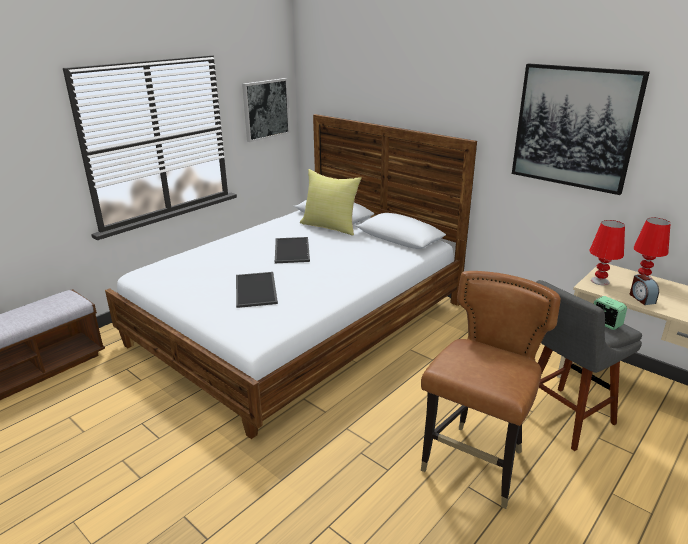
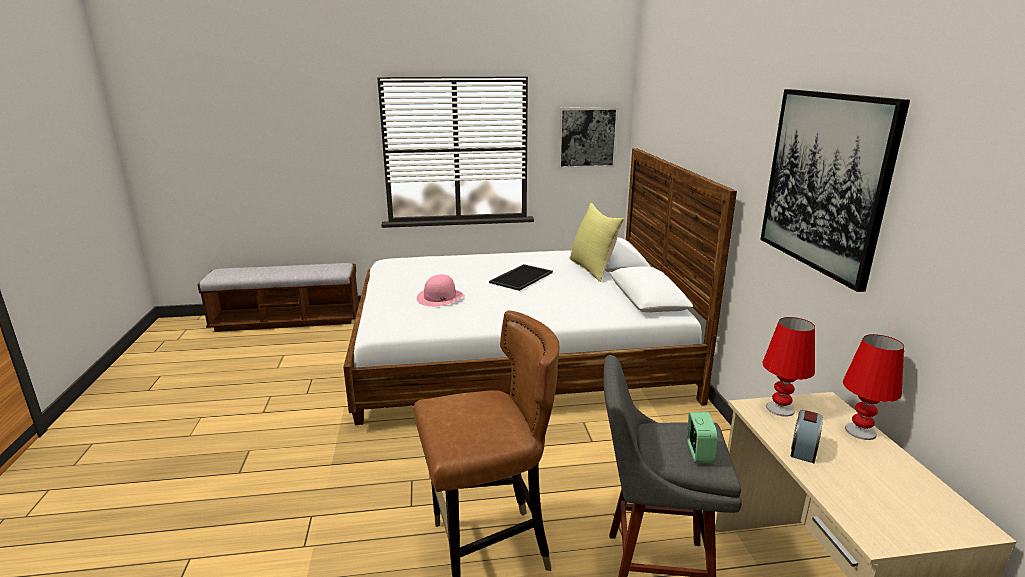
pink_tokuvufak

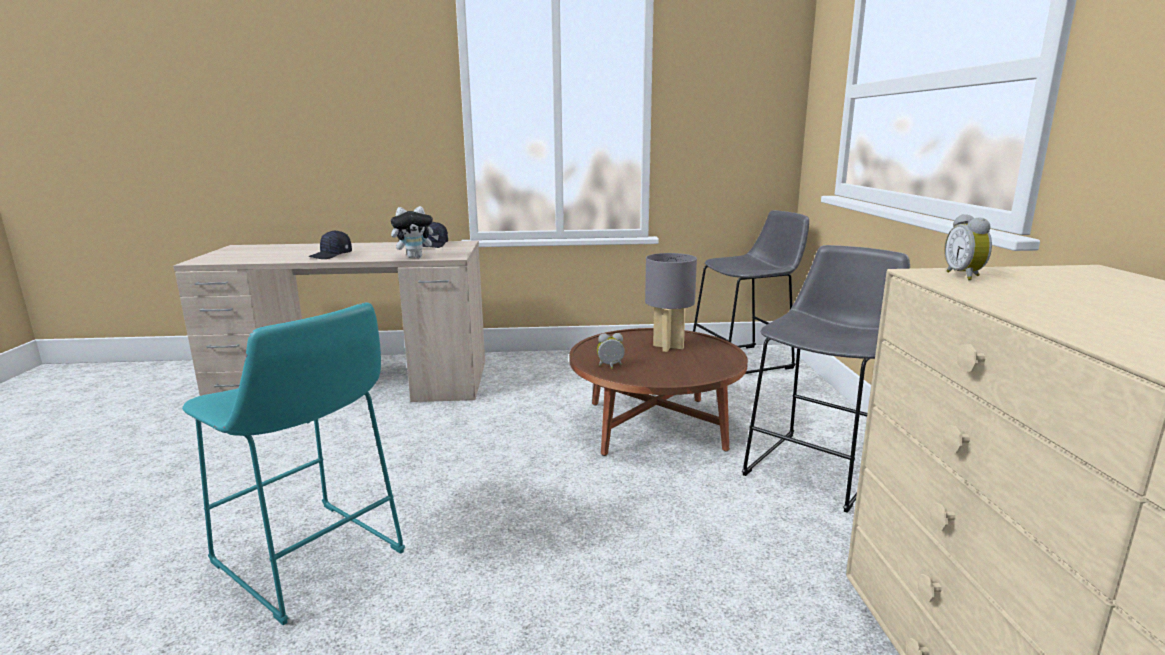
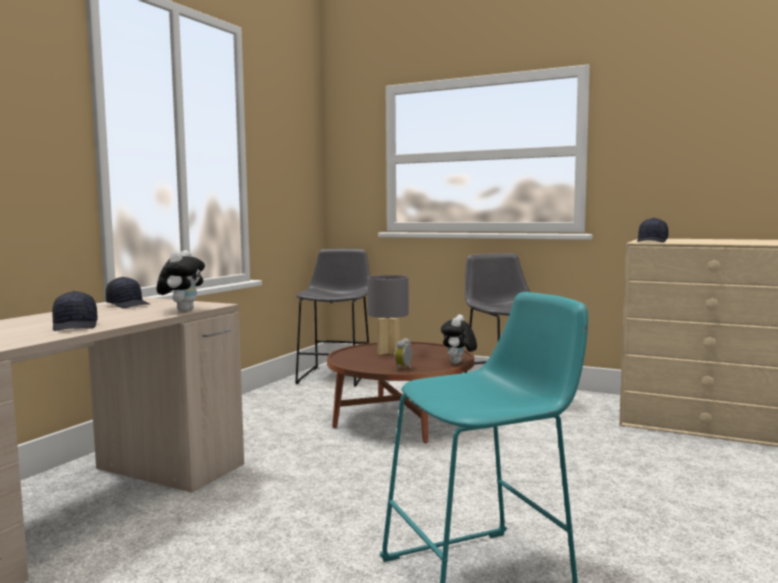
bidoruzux (2nd from left)
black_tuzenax (3rd from left)

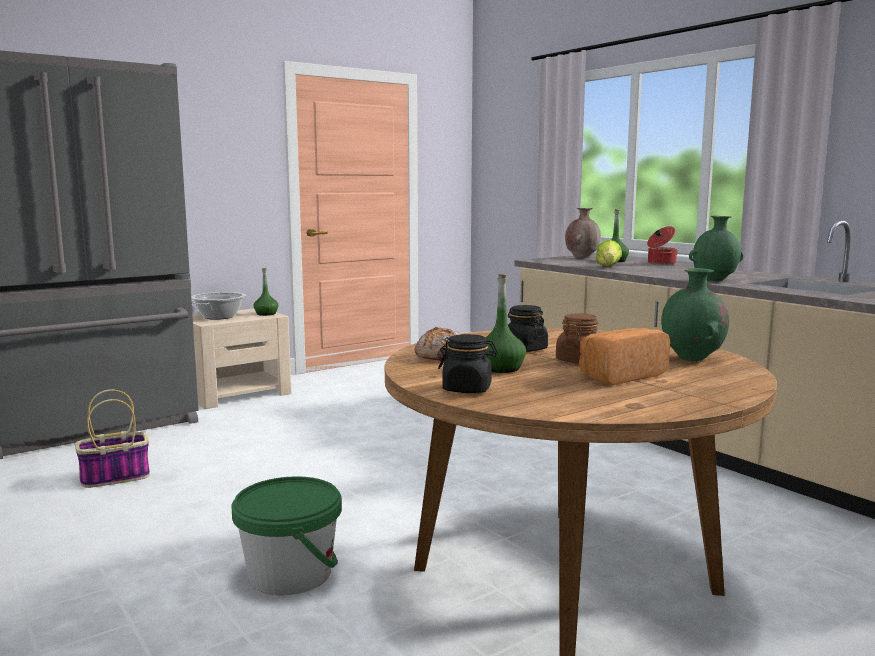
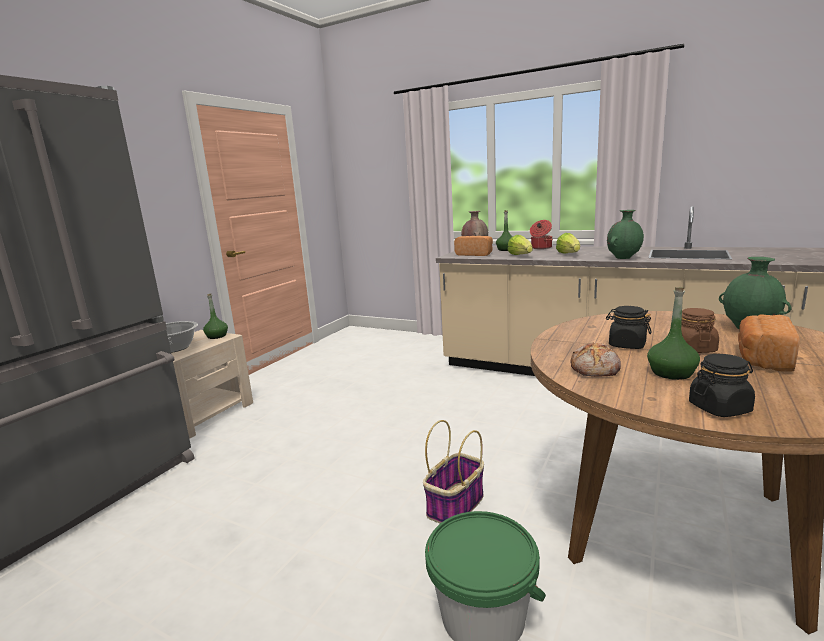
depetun (1st from left)
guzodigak (2nd from left)
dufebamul

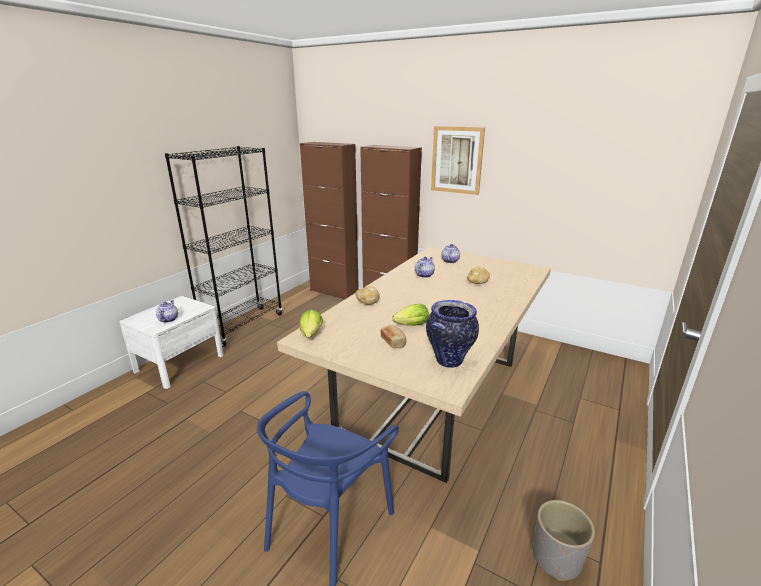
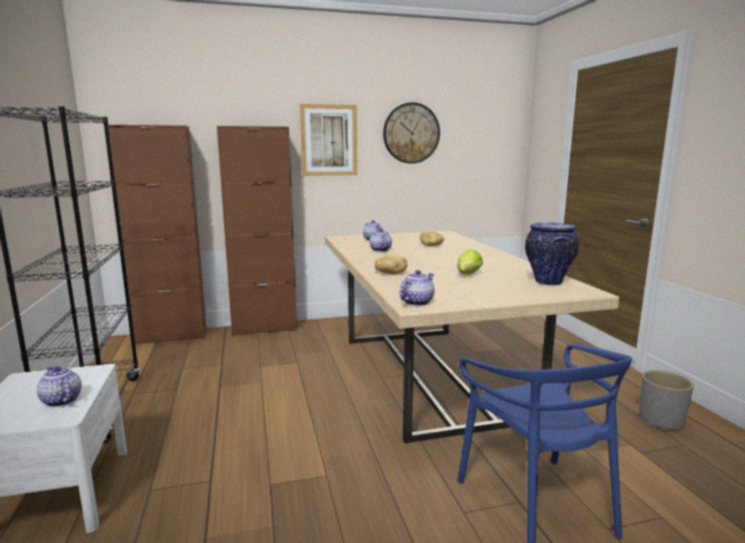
depetun (2nd from left in the first image)
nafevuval
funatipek (4th from left)

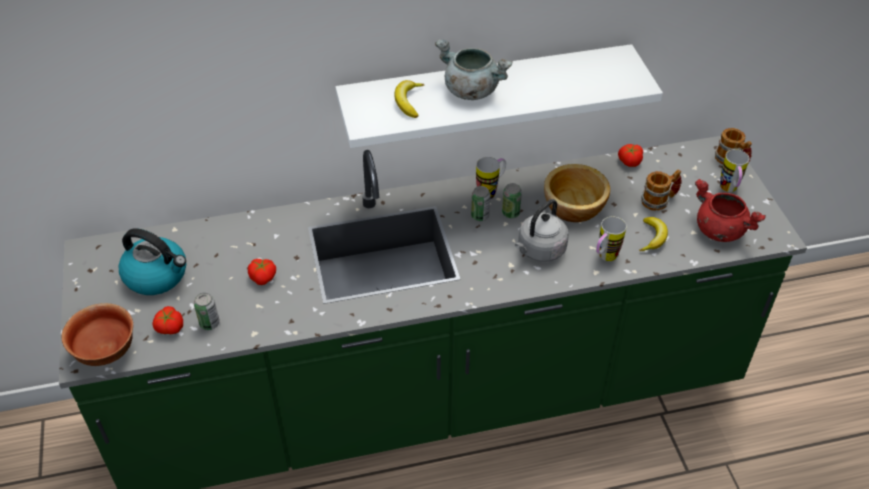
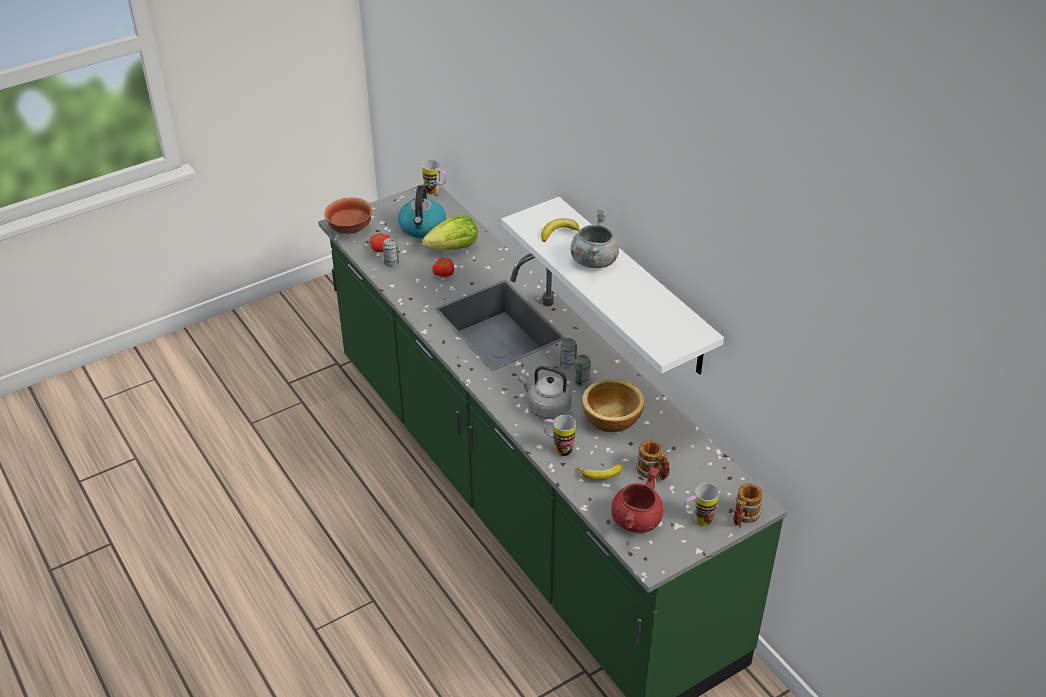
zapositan (3rd from left in the first image)
guzodigak
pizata (1st from left)

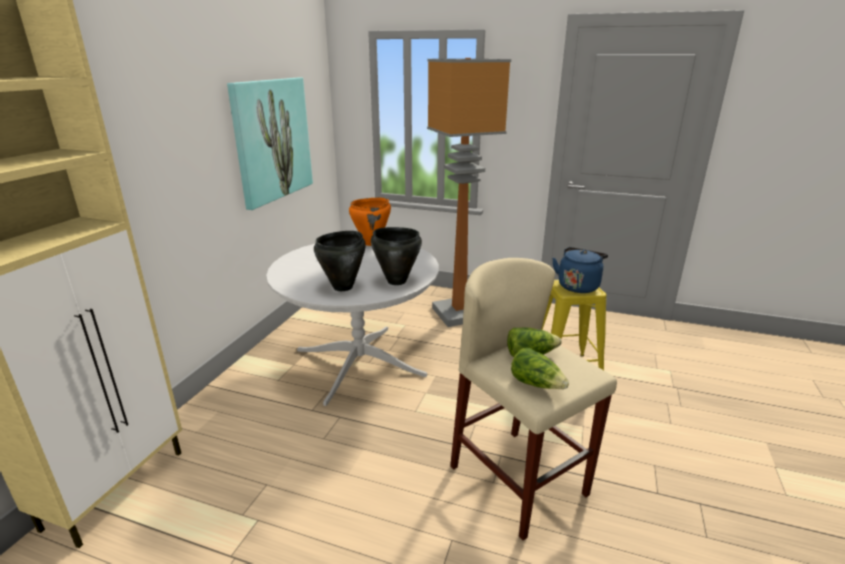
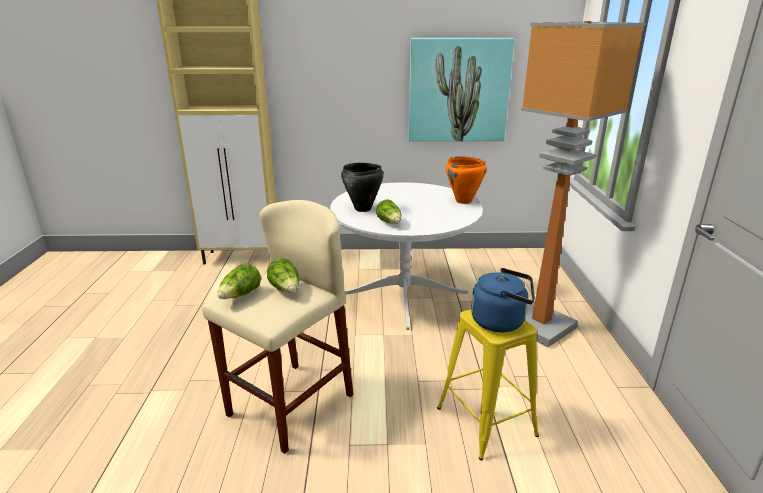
guzodigak (3rd from left)

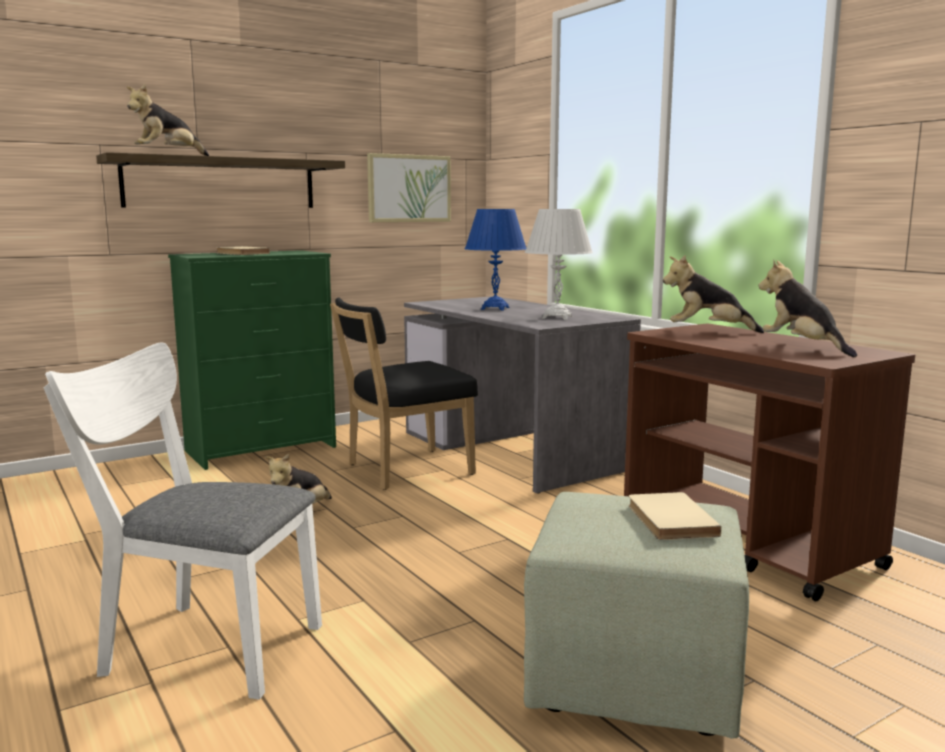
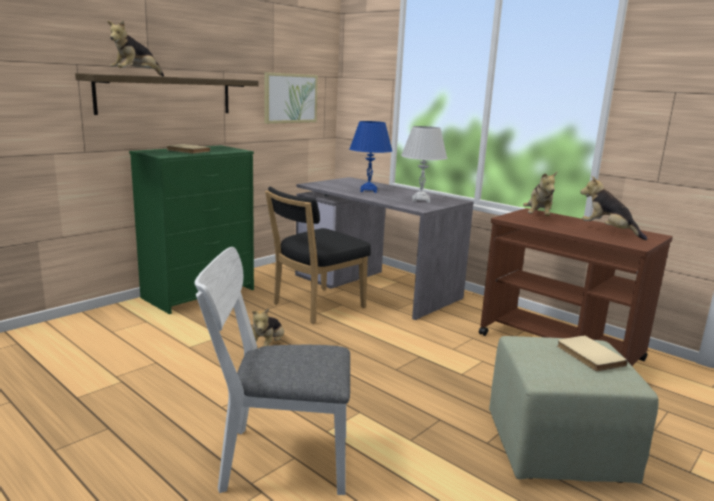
bidoruzux (3rd from left)

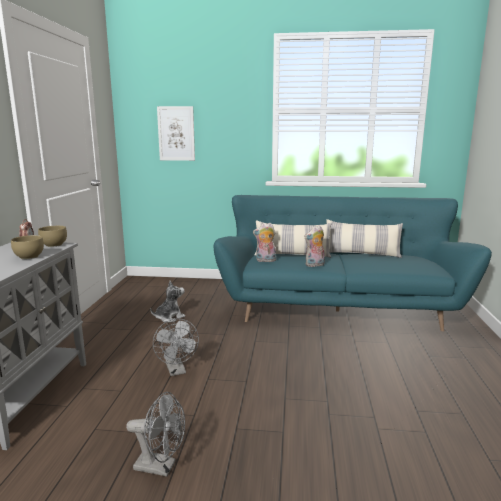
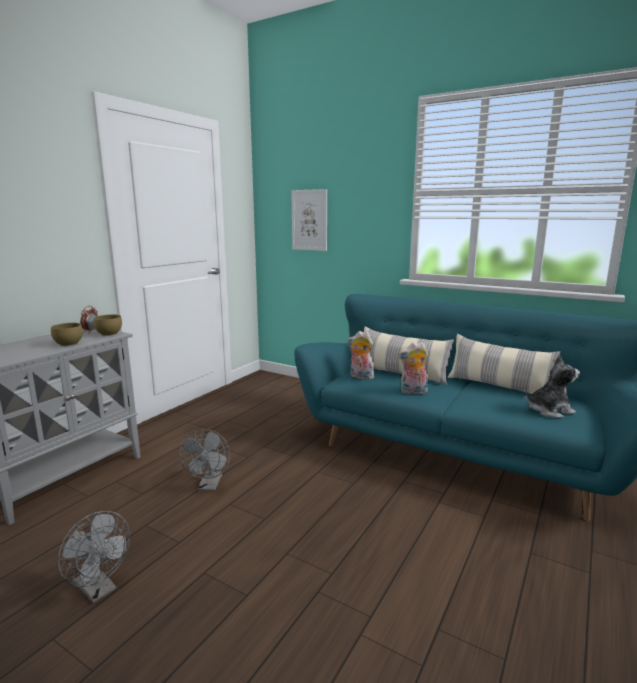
bidoruzux (3rd from left)

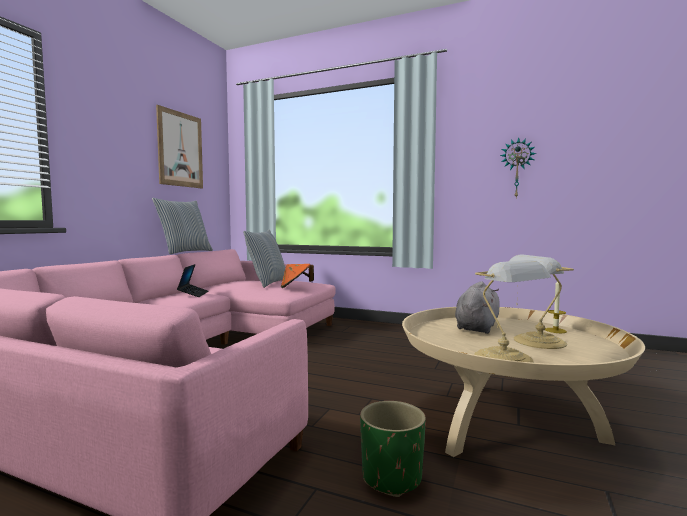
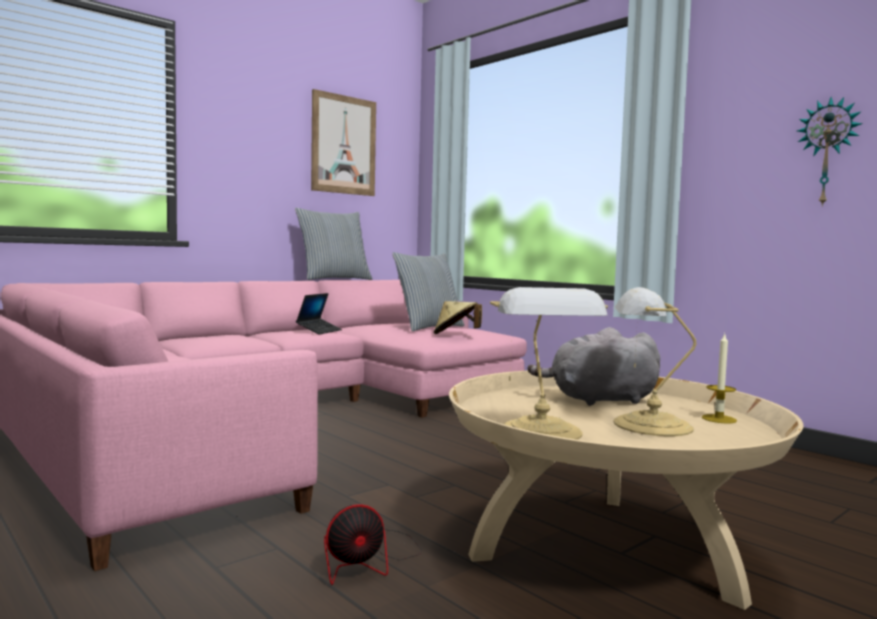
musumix
beige_tokuvufak
grey_bidoruzux

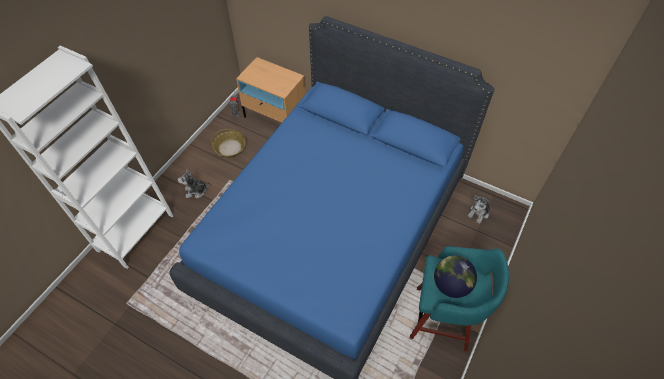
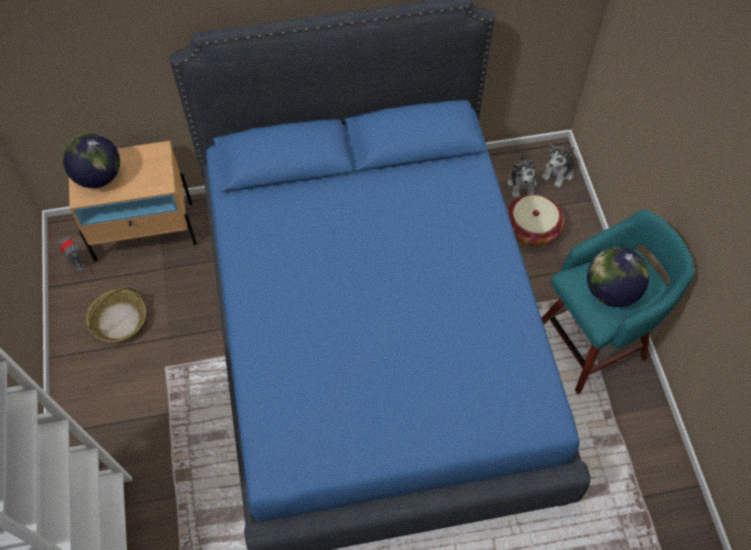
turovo (1st from left)
dufebamul (2nd from left)
bidoruzux (2nd from left)

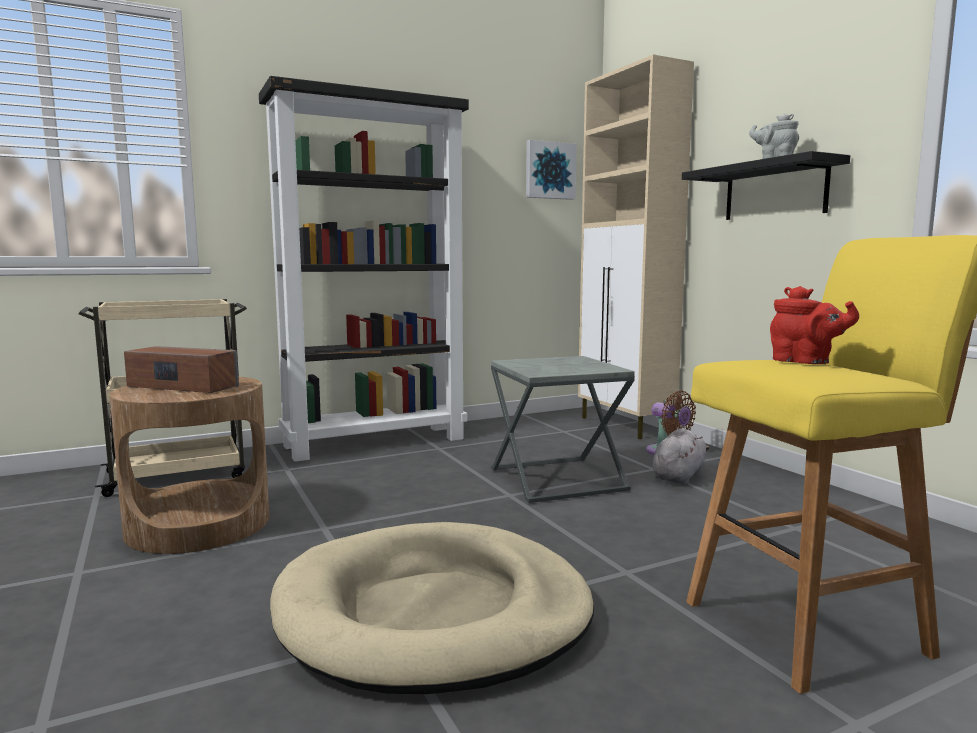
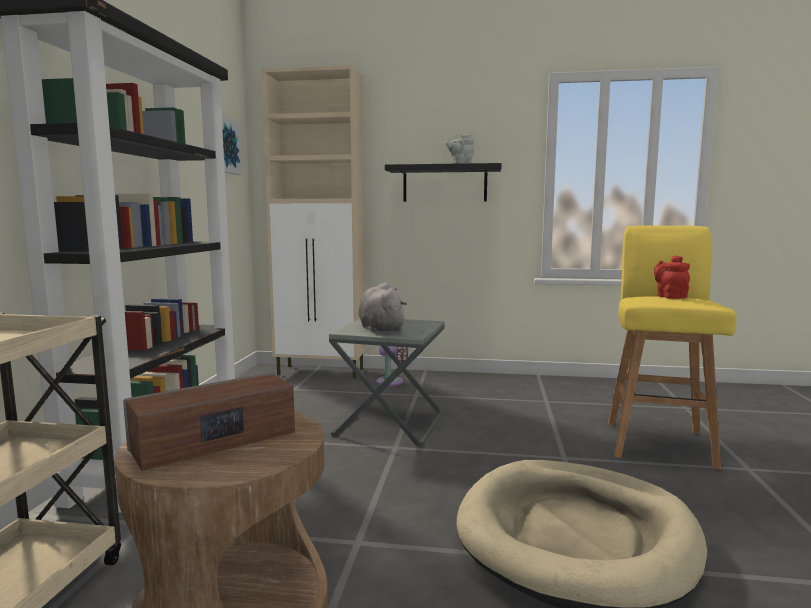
grey_bidoruzux
red_funatipek

